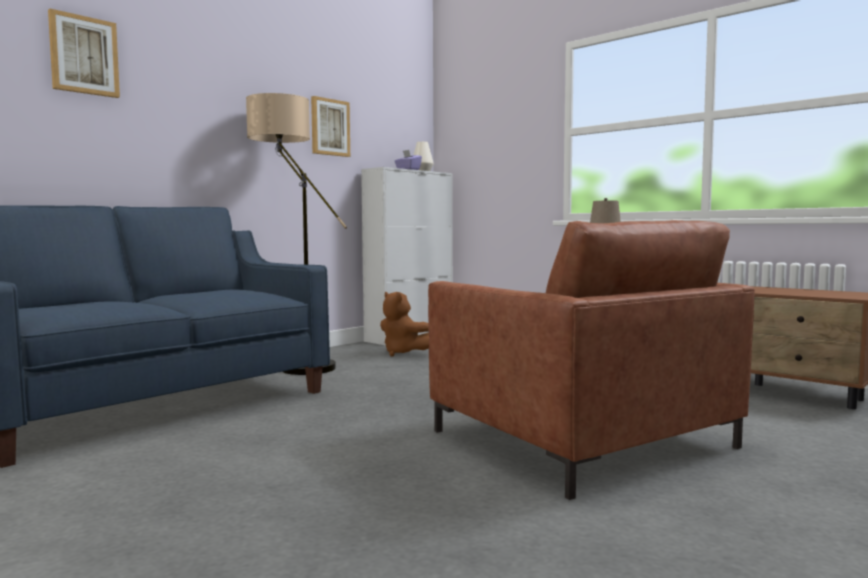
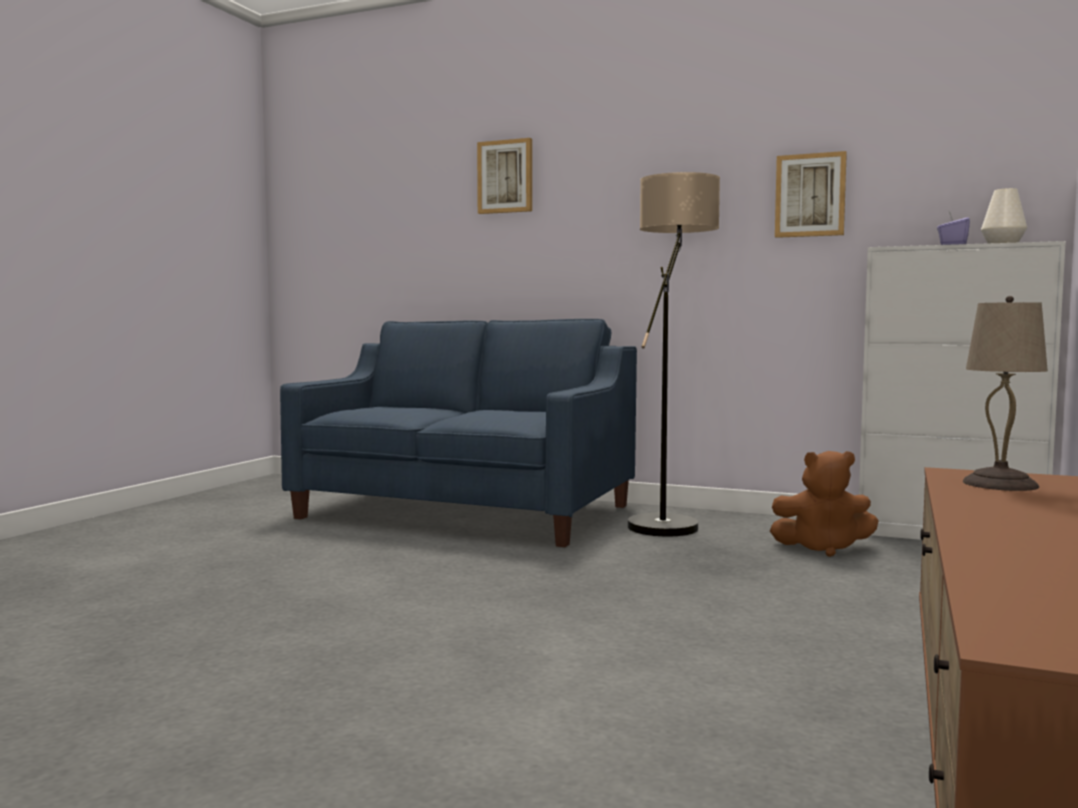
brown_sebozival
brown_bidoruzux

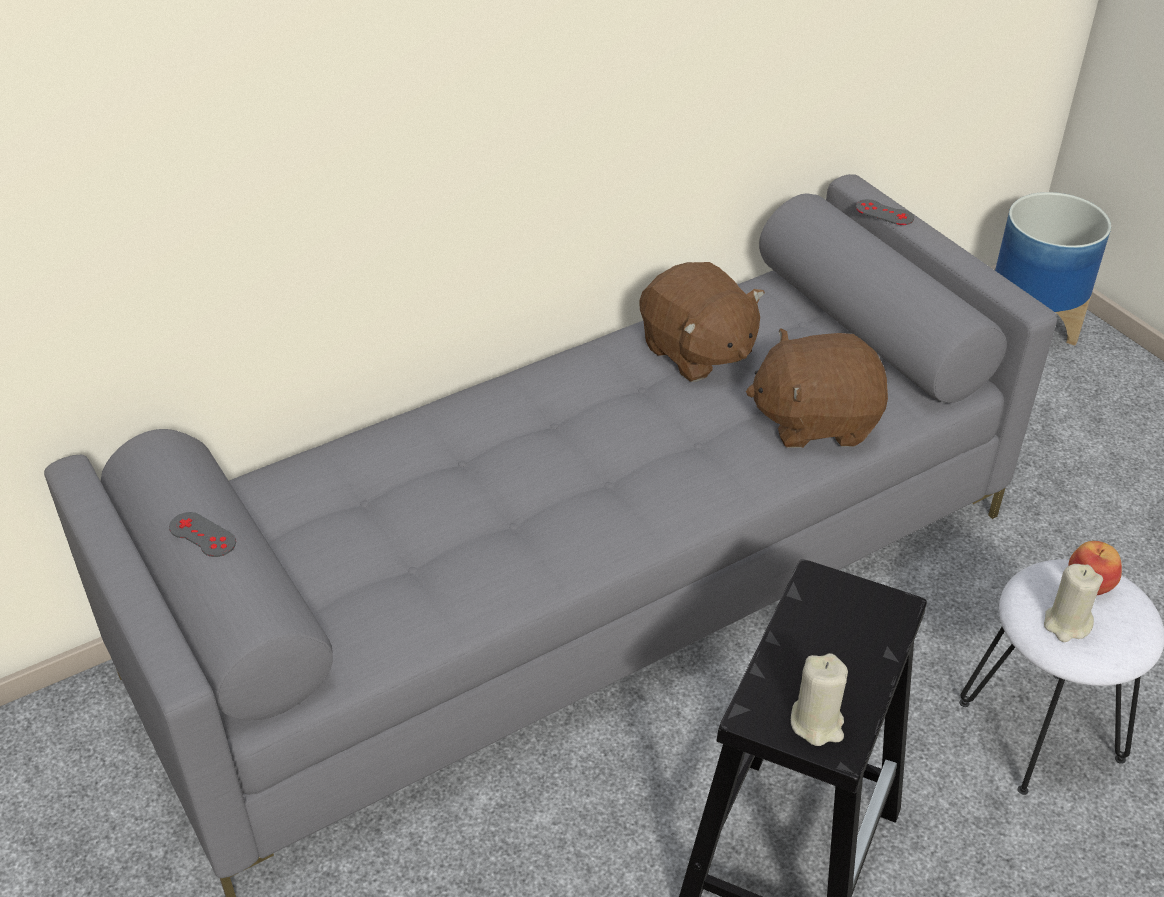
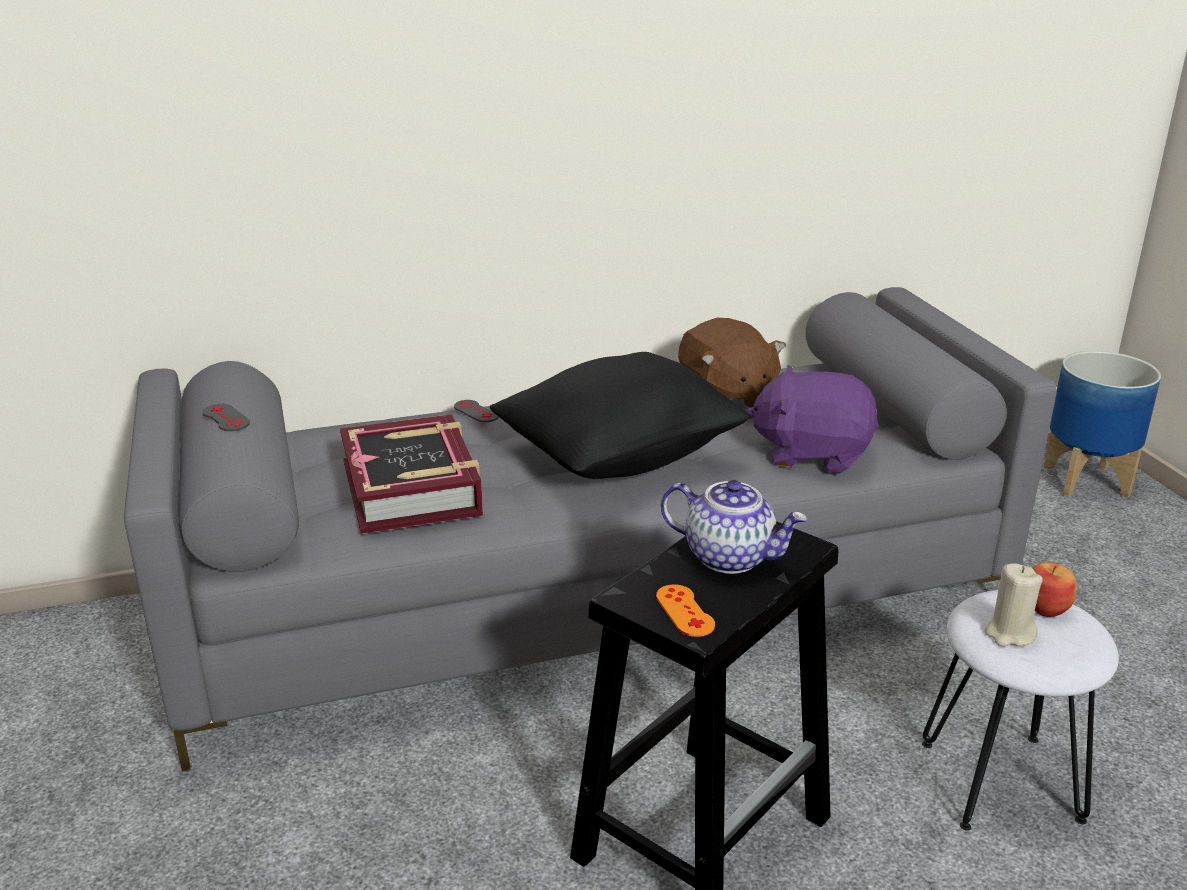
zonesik
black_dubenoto
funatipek
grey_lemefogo (2nd from left)
orange_lemefogo
purple_bidoruzux

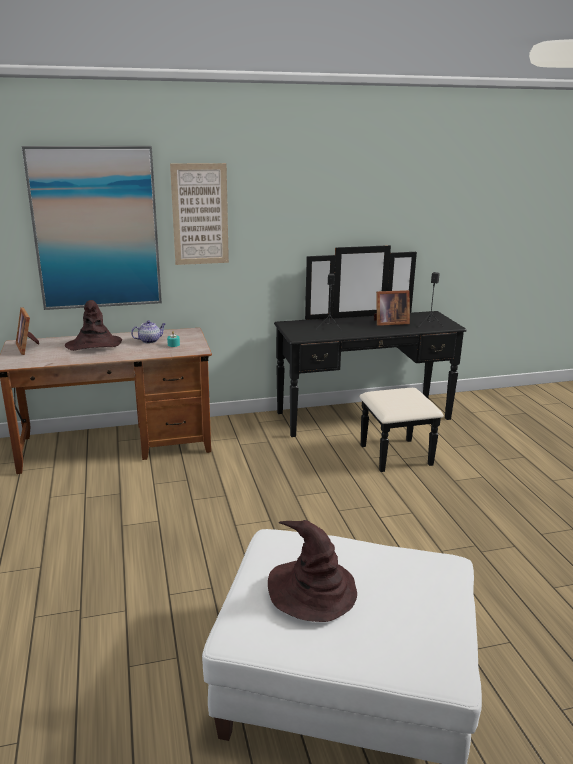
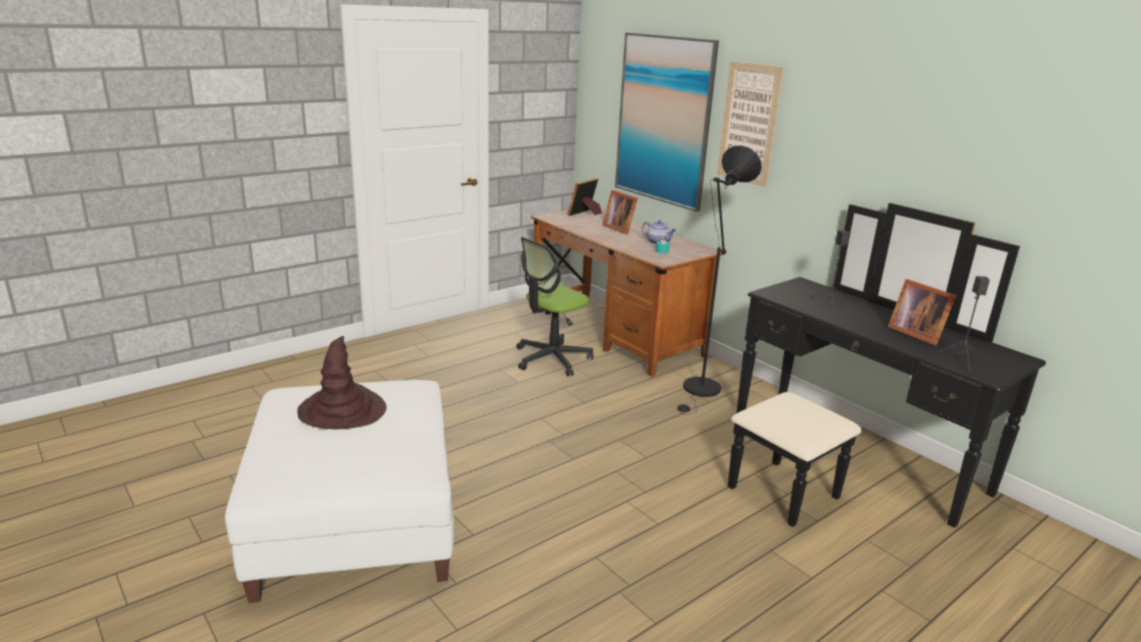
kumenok
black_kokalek
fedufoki (2nd from left)

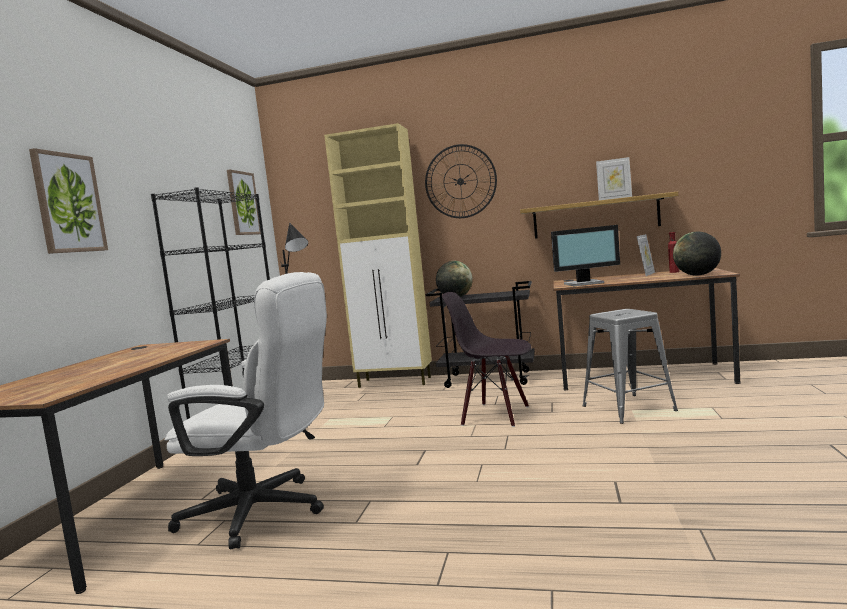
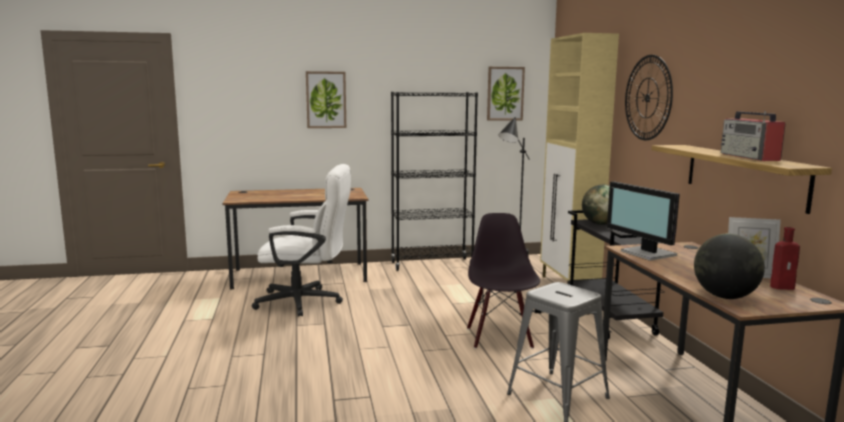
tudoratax
white_kumenok

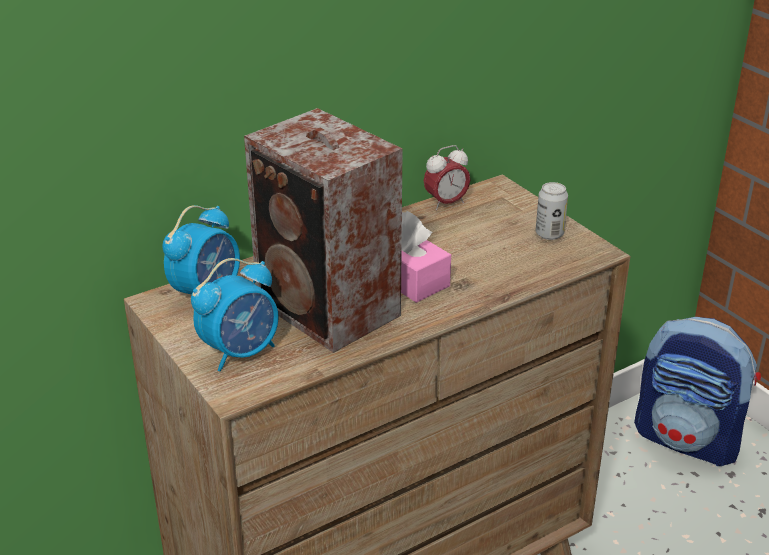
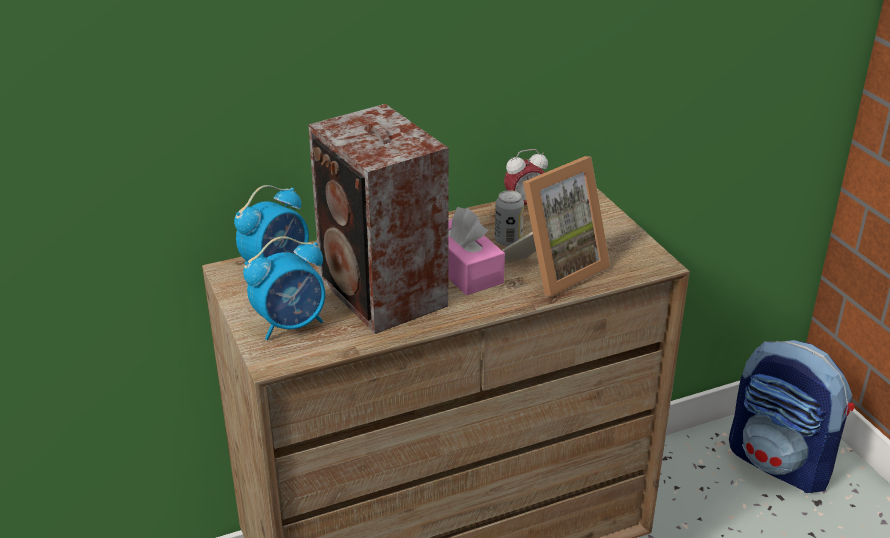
fedufoki
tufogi

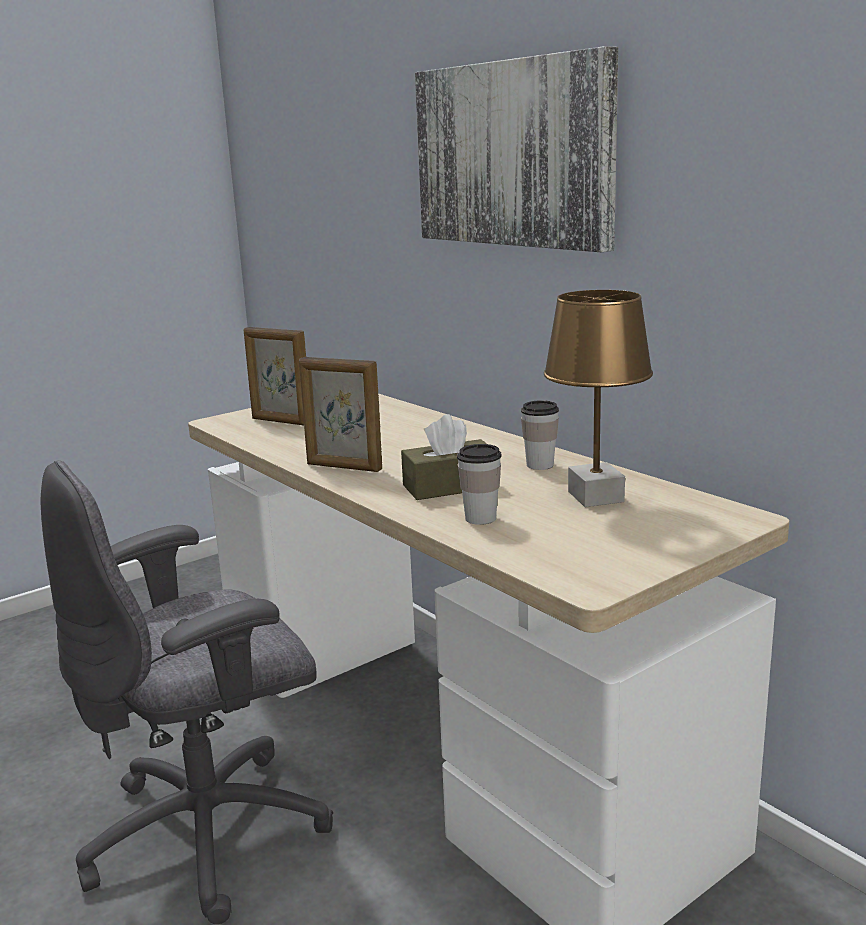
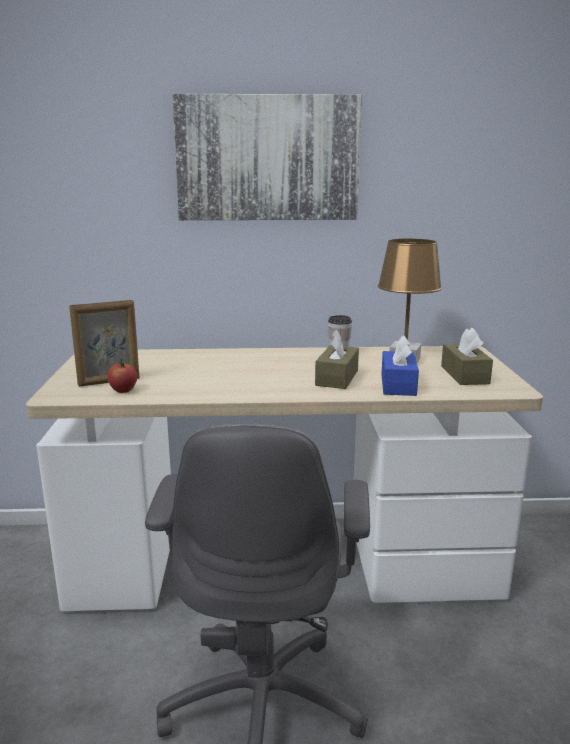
fedufoki (2nd from left in the first image)
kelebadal
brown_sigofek (2nd from left)
blue_sigofek

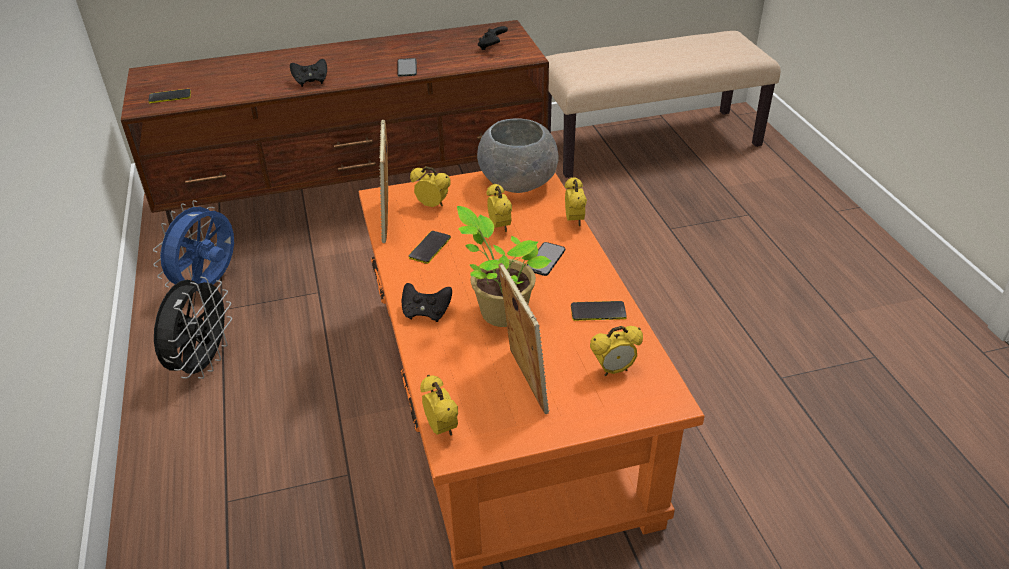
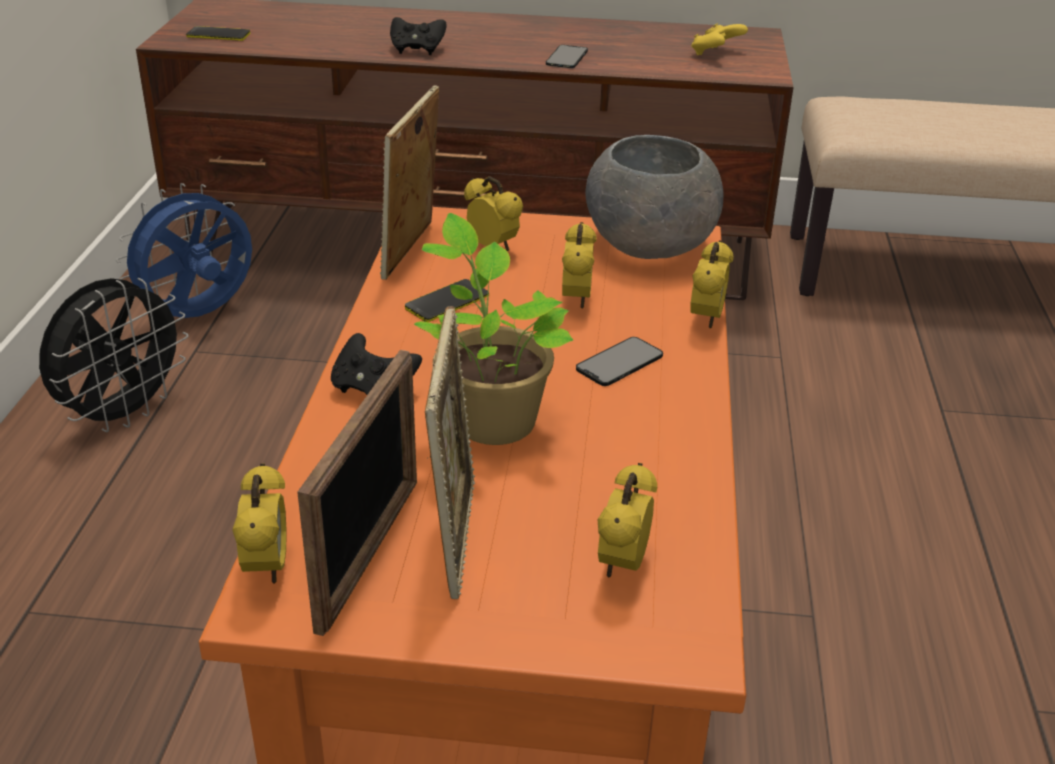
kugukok (5th from left in the first image)
fedufoki (1st from left)
yellow_lemefogo
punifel (4th from left)

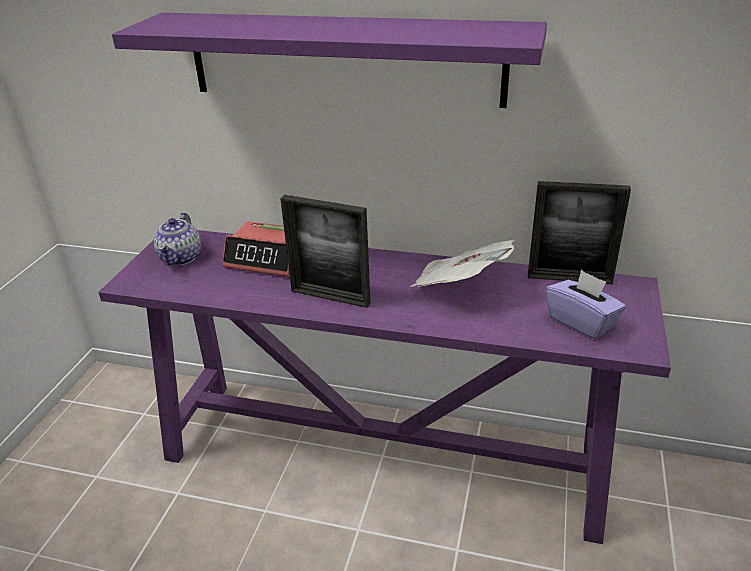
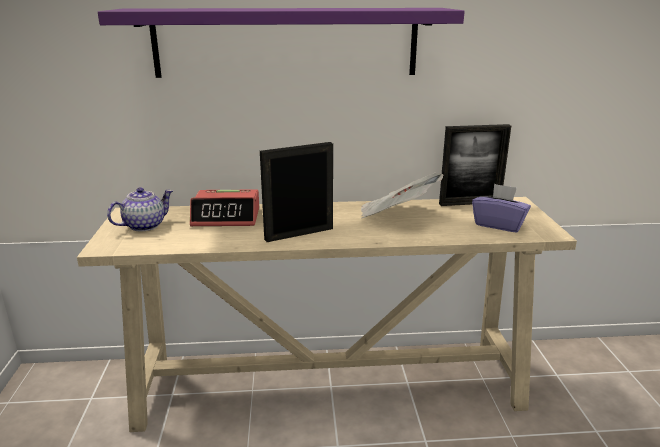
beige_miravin
funatipek
fedufoki (1st from left)

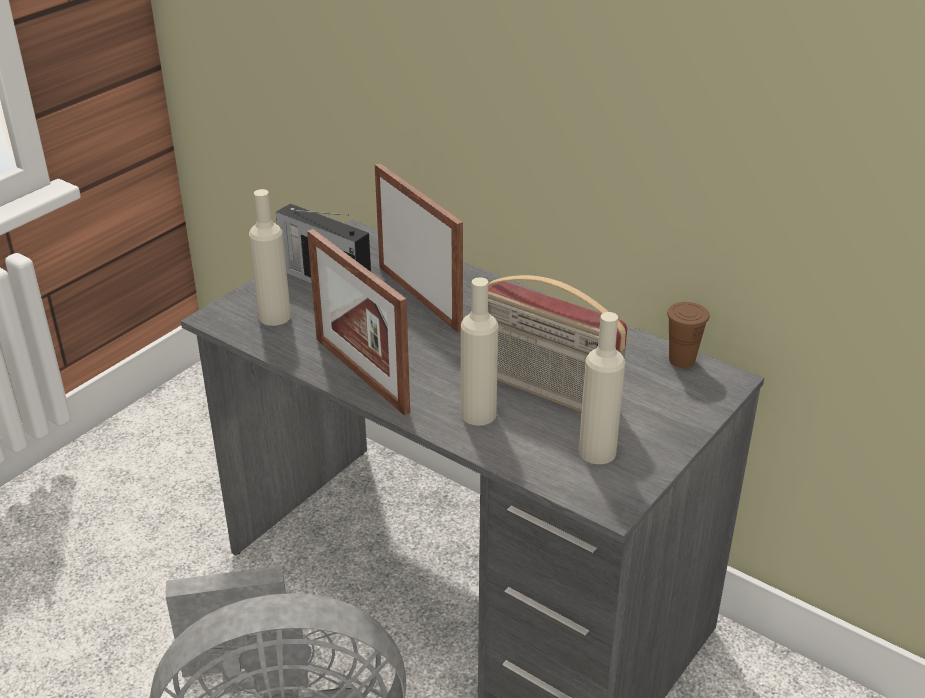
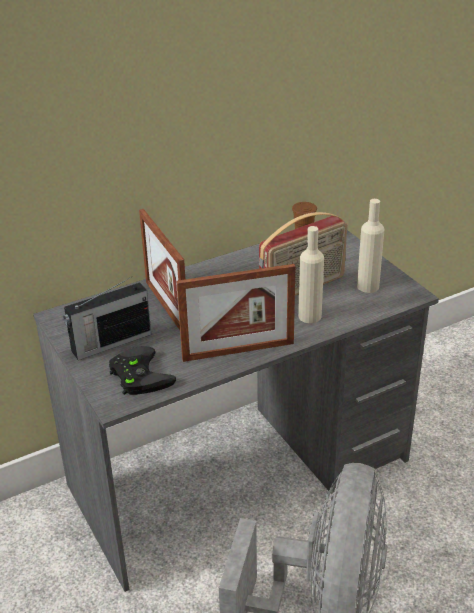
black_lemefogo
fedufoki (1st from left)

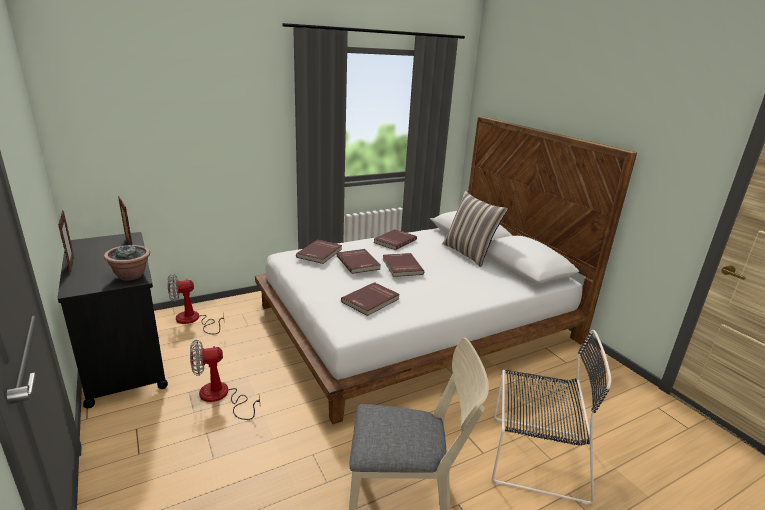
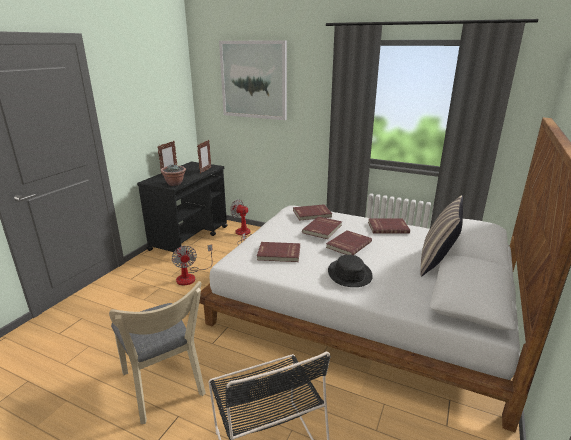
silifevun
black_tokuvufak
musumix (1st from left)

